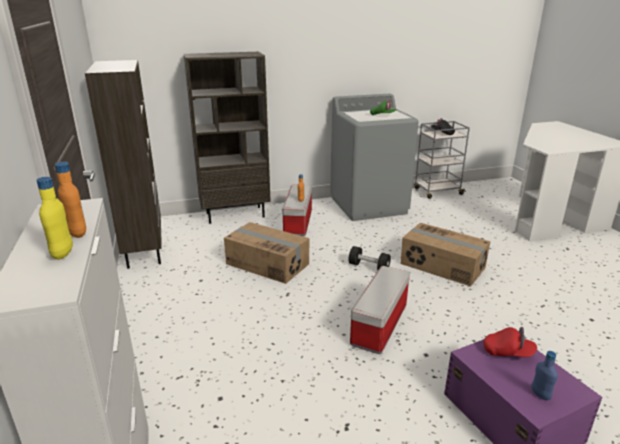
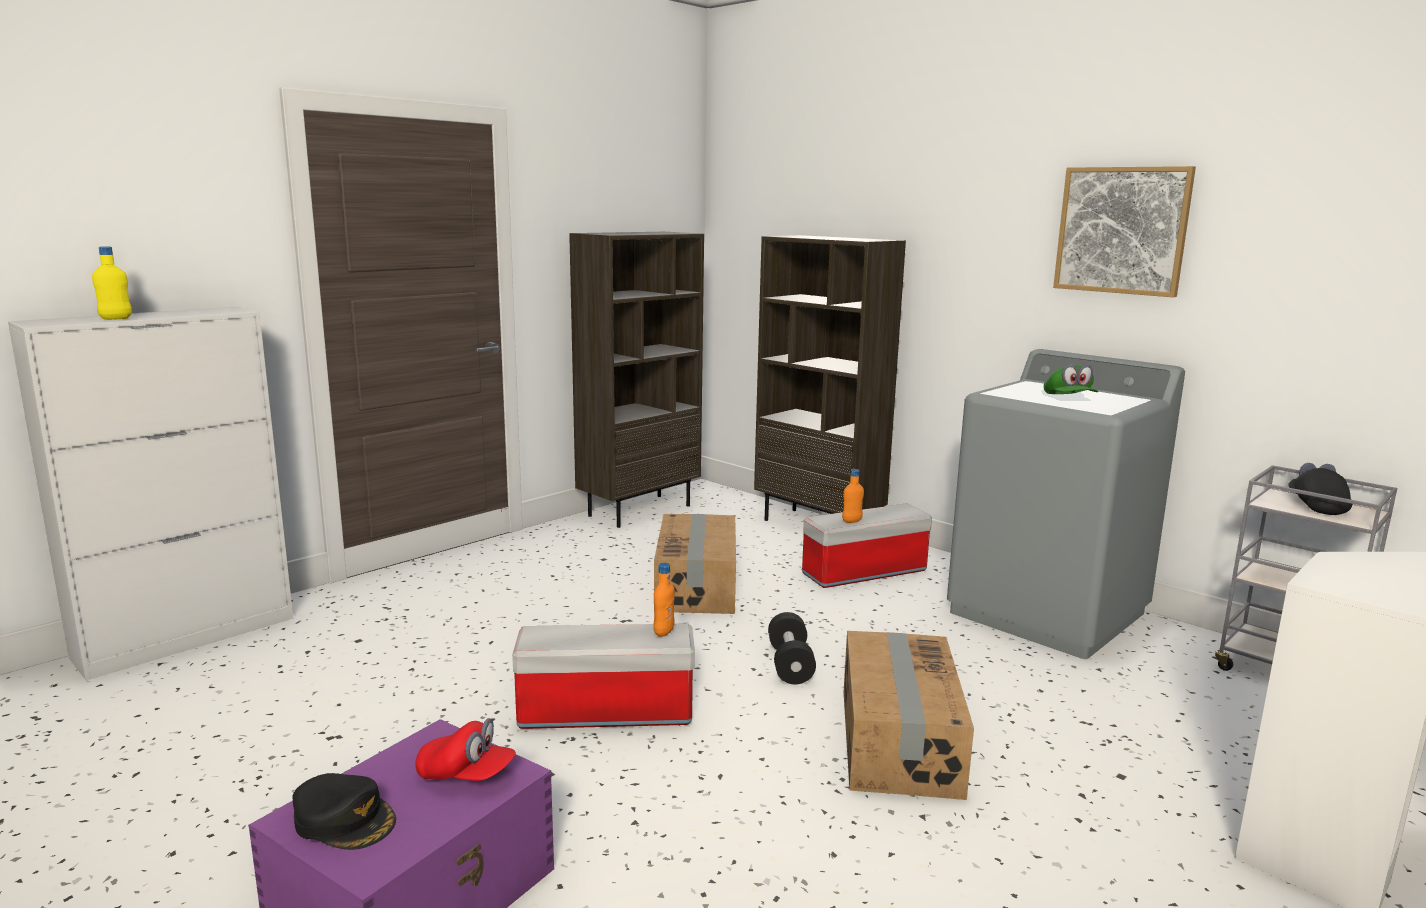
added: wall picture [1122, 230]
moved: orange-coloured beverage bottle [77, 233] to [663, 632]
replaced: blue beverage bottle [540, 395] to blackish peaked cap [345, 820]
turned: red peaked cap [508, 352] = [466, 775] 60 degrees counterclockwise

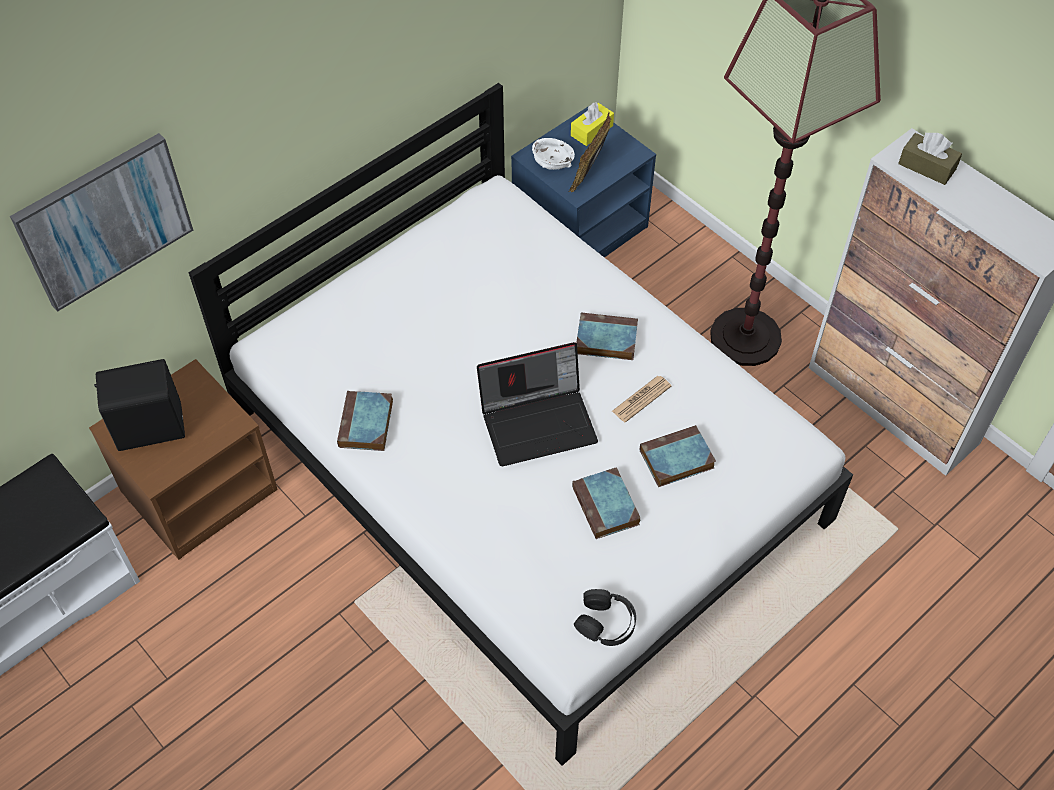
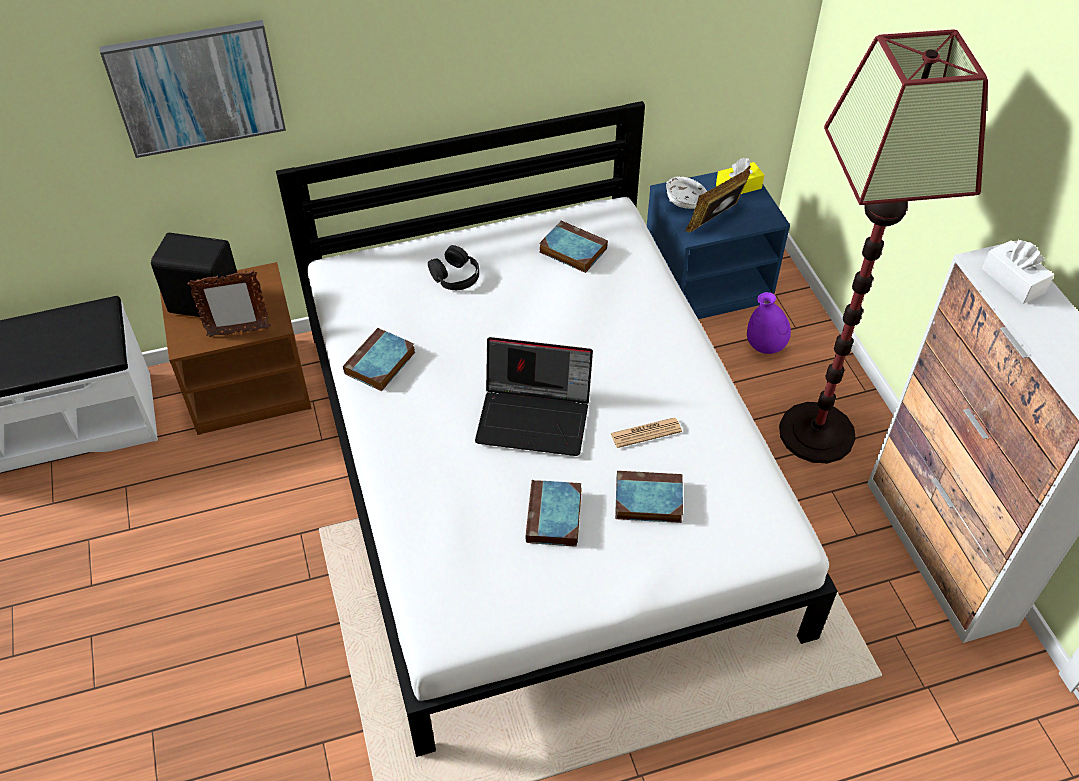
added: picture frame [238, 332]; purplish flower vase [765, 347]
moved: blackish headset [606, 622] to [455, 276]; book [605, 340] to [571, 250]
recoloured: brown tissue holder [927, 166] to whitish tissue holder [1013, 280]

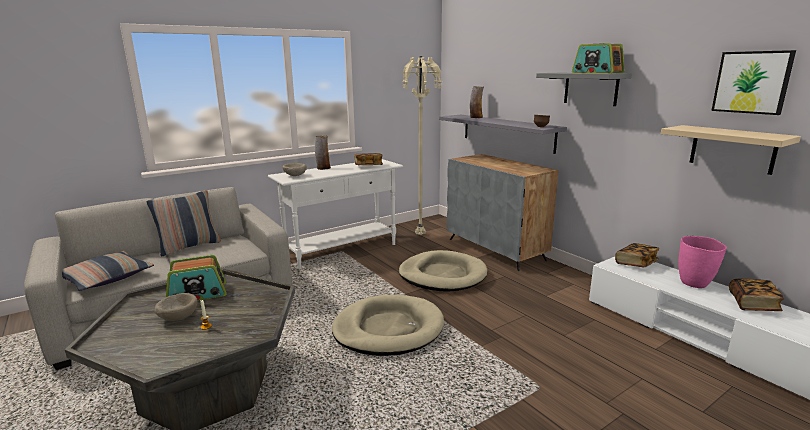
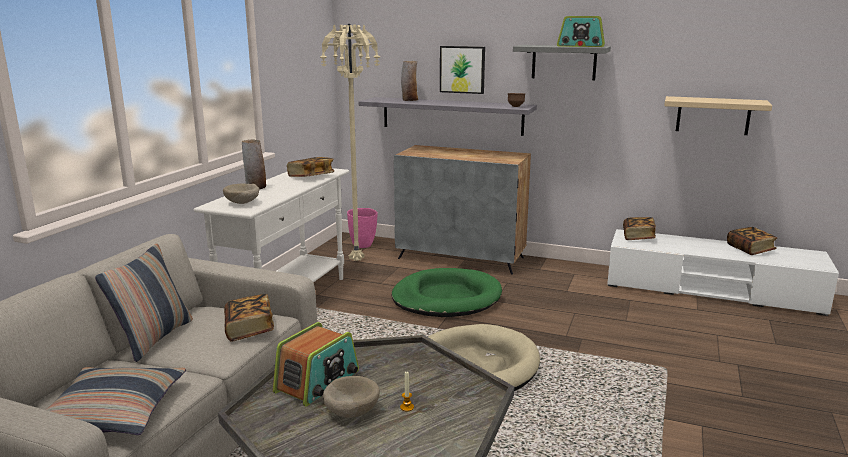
added: book [249, 329]
moved: pink-coloured flower vase [695, 283] to [363, 245]; wall picture [752, 82] to [462, 69]
recoloured: beige dog cushion [442, 275] to green-coloured dog cushion [446, 298]

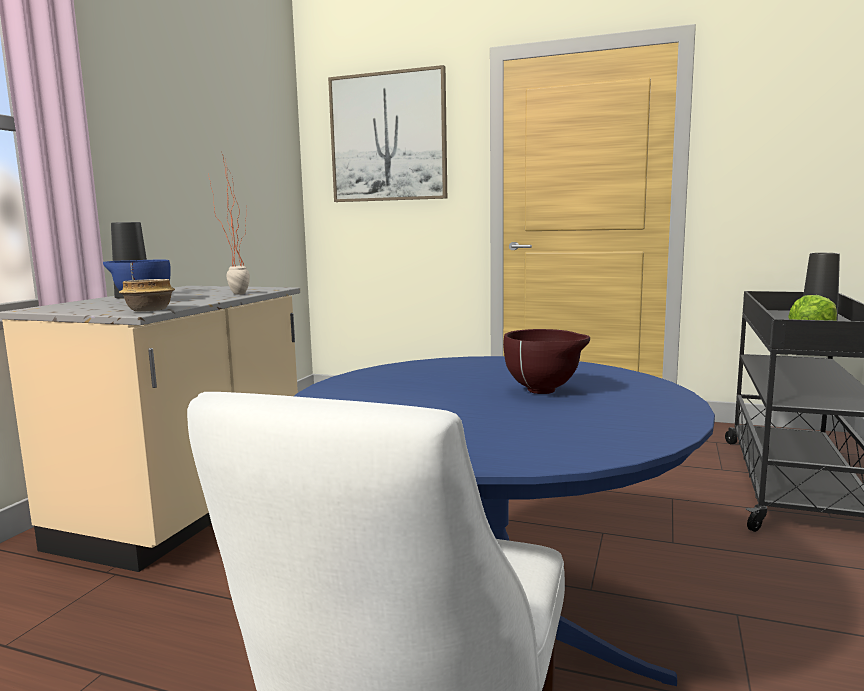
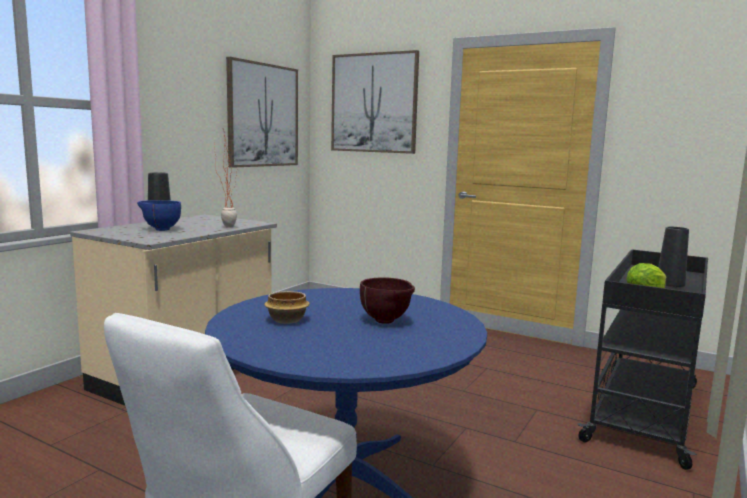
added: wall picture [263, 115]
moved: deep dish [148, 310] to [286, 320]

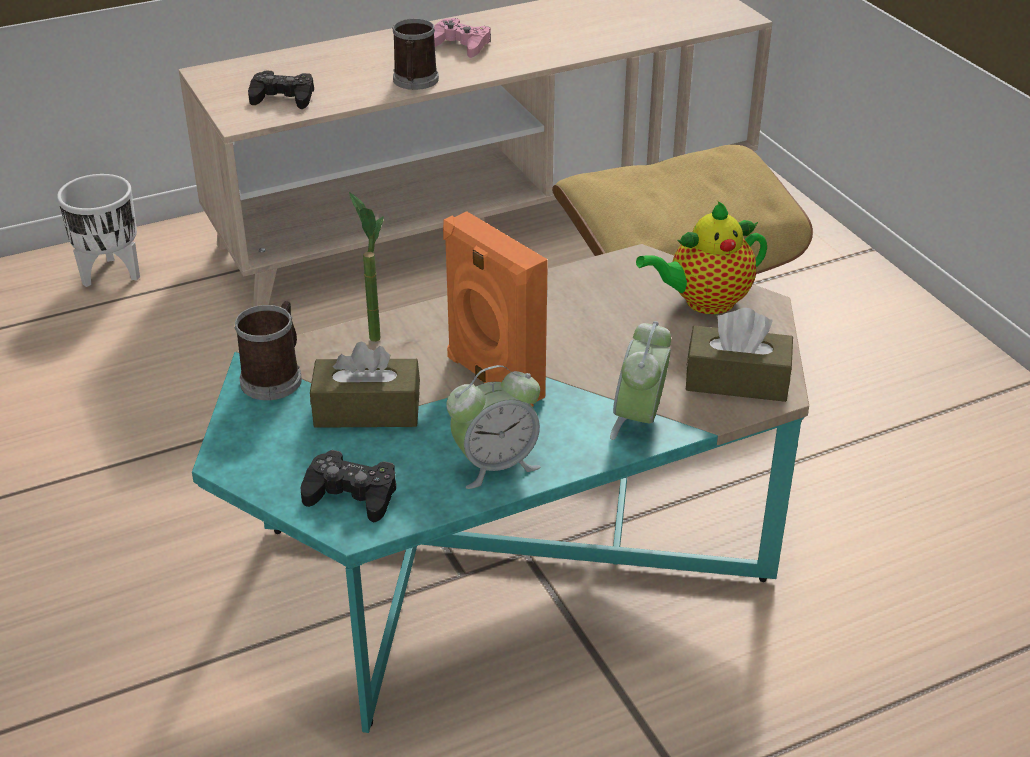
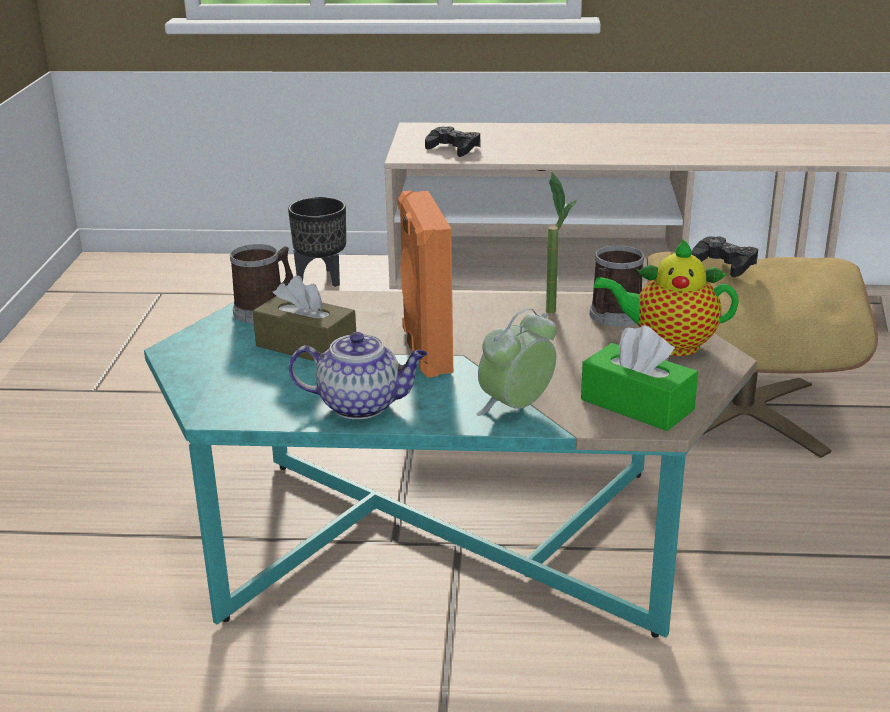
removed: pink-coloured gamepad [461, 45]
moved: blackish gamepad [351, 494] to [724, 264]; plant in a pot [372, 331] to [552, 306]; mug [415, 82] to [612, 317]
replaced: bedside clock [495, 465] to pot for tea [362, 405]
recoloured: whitish planter [109, 274] to blackish planter [321, 279]; brown tissue holder [737, 380] to green-coloured tissue holder [637, 405]

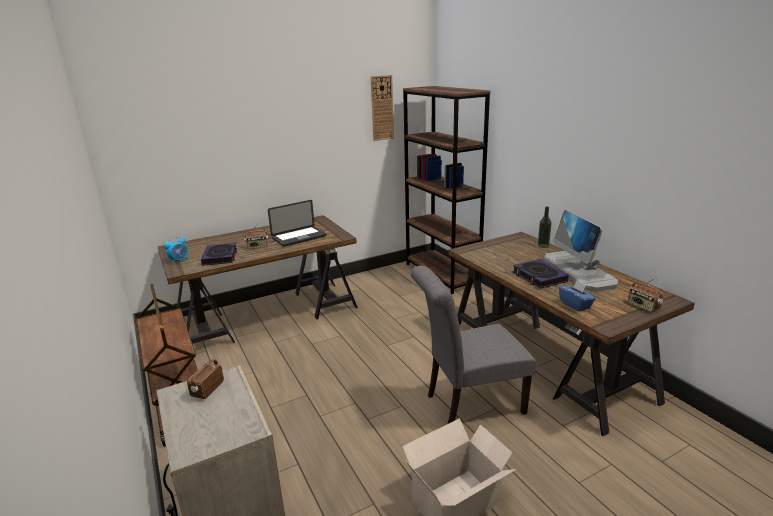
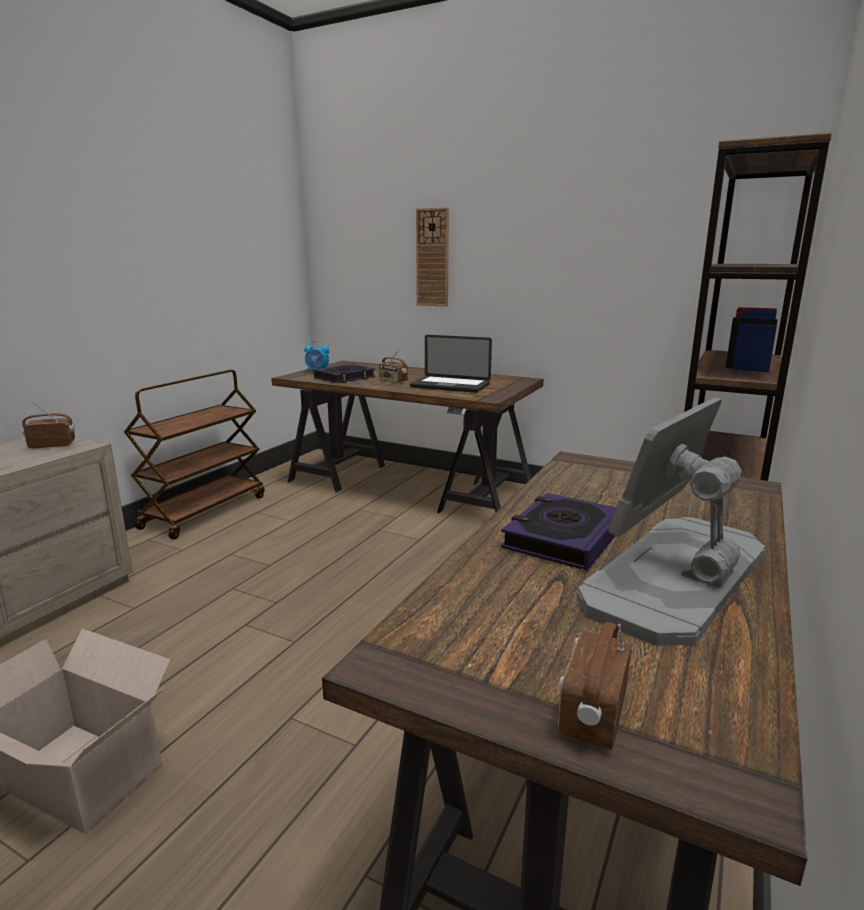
removed: greyish chair [469, 404]; beverage bottle [543, 246]; blue tissue holder [575, 305]
moved: hanging clock [382, 108] to [432, 258]

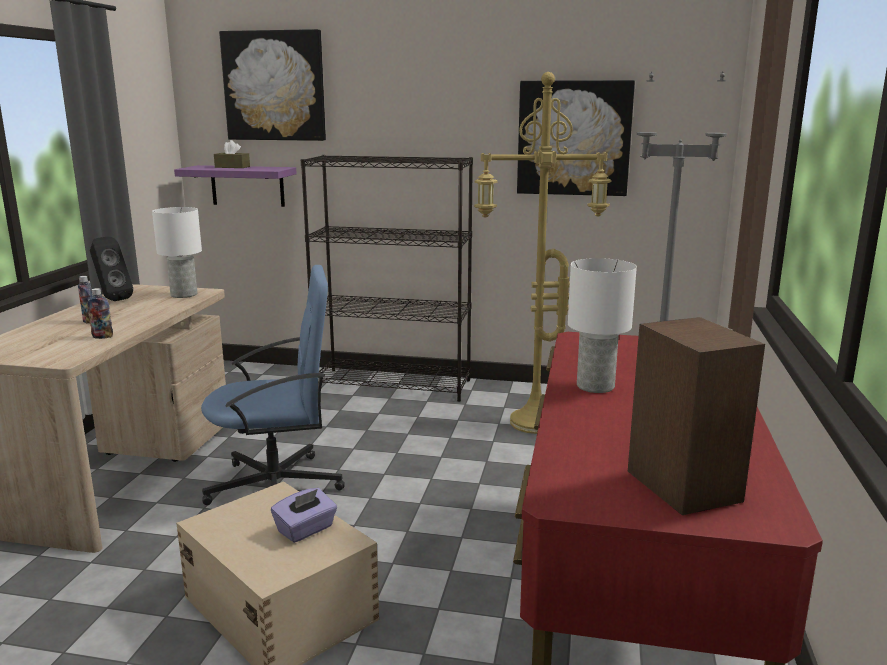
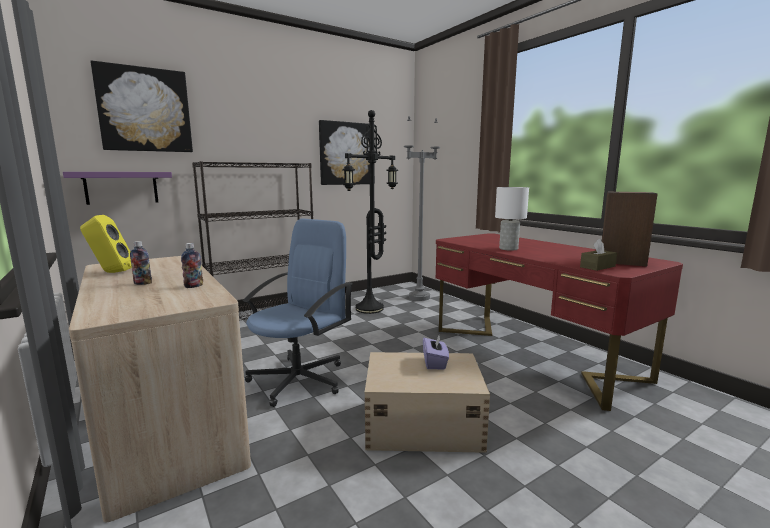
removed: whitish table lamp [183, 294]
moved: brown tissue holder [232, 167] to [597, 267]
recoloured: blackish audio speaker [112, 299] to yellowish audio speaker [110, 272]; yellowish floor lamp [533, 424] to blackish floor lamp [370, 309]

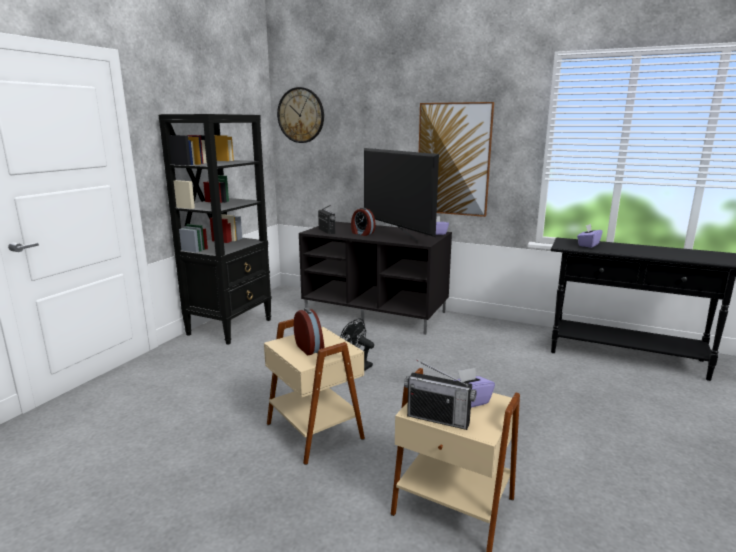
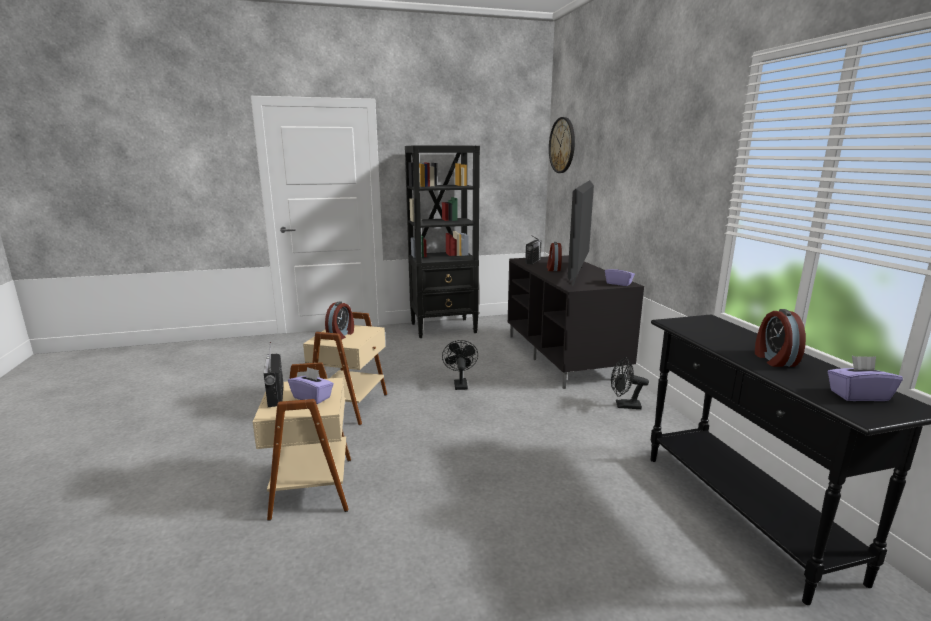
removed: wall picture [453, 159]
added: blackish cooling fan [624, 406]; bedside clock [774, 360]
moved: purplish tissue holder [588, 245] to [858, 395]

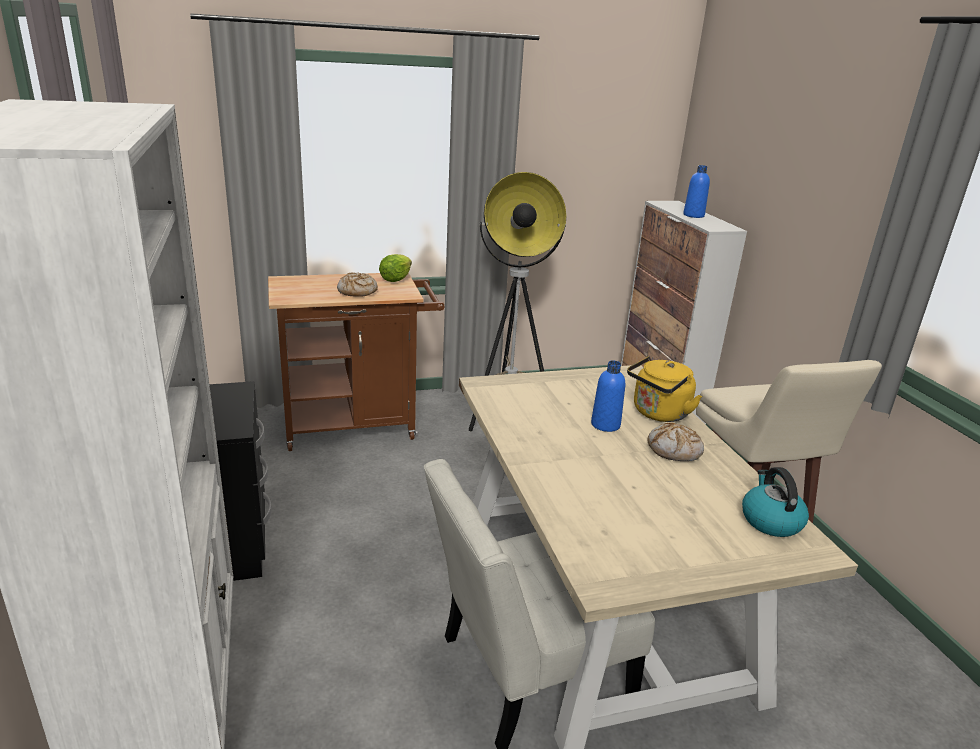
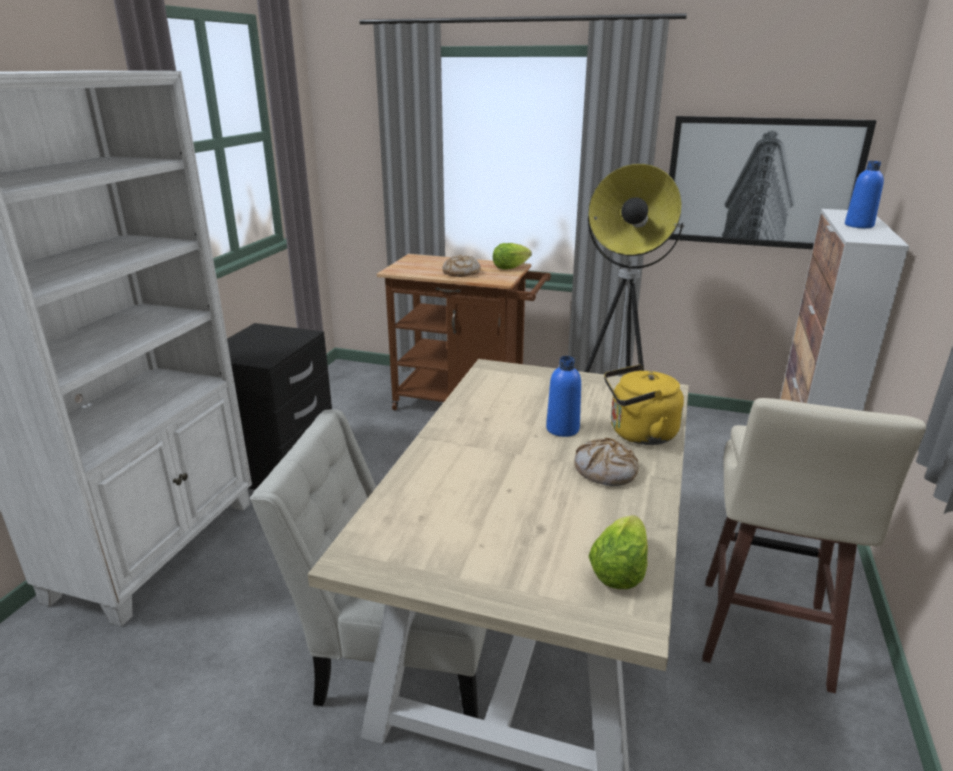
added: wall picture [760, 183]
replaced: tea kettle [770, 520] to lettuce [619, 571]

